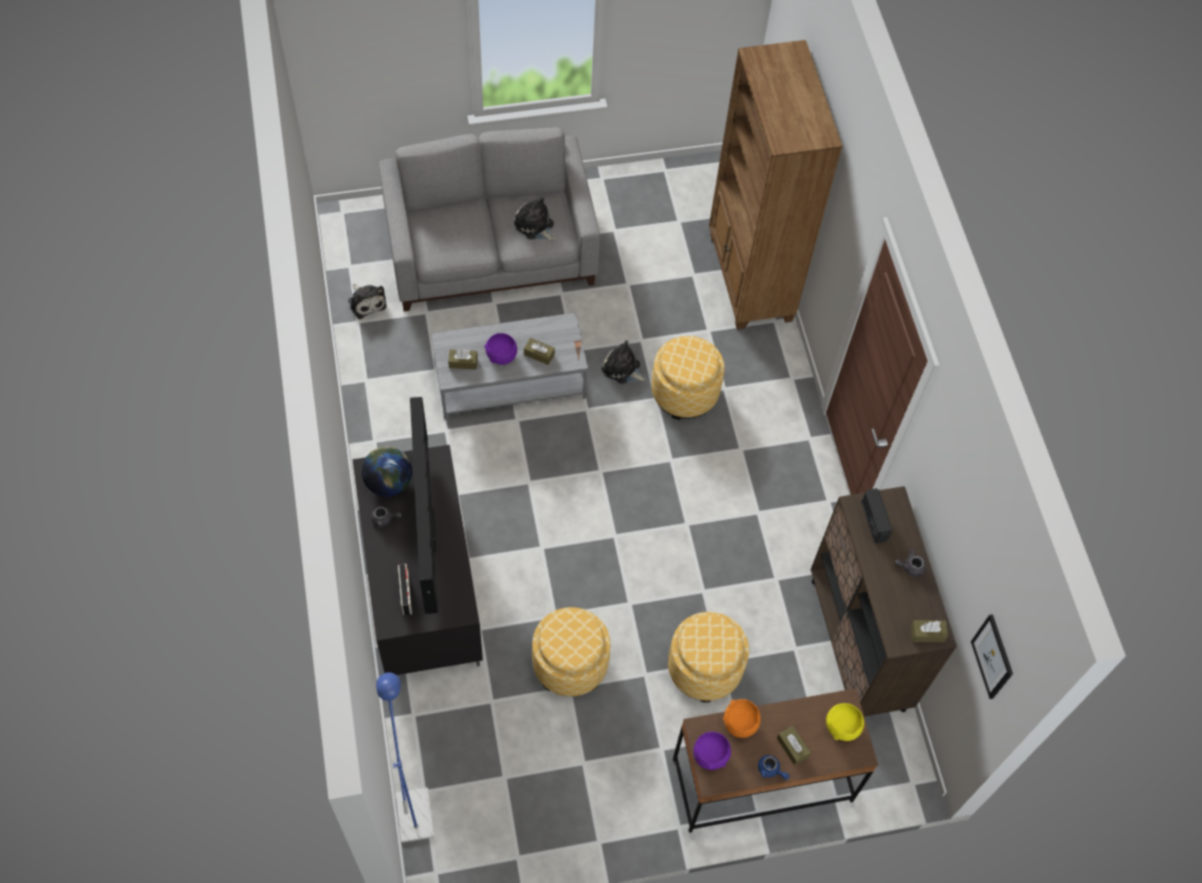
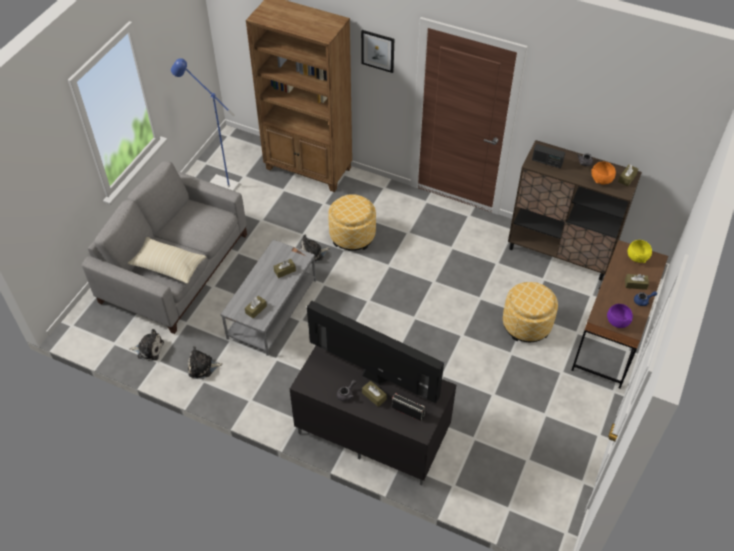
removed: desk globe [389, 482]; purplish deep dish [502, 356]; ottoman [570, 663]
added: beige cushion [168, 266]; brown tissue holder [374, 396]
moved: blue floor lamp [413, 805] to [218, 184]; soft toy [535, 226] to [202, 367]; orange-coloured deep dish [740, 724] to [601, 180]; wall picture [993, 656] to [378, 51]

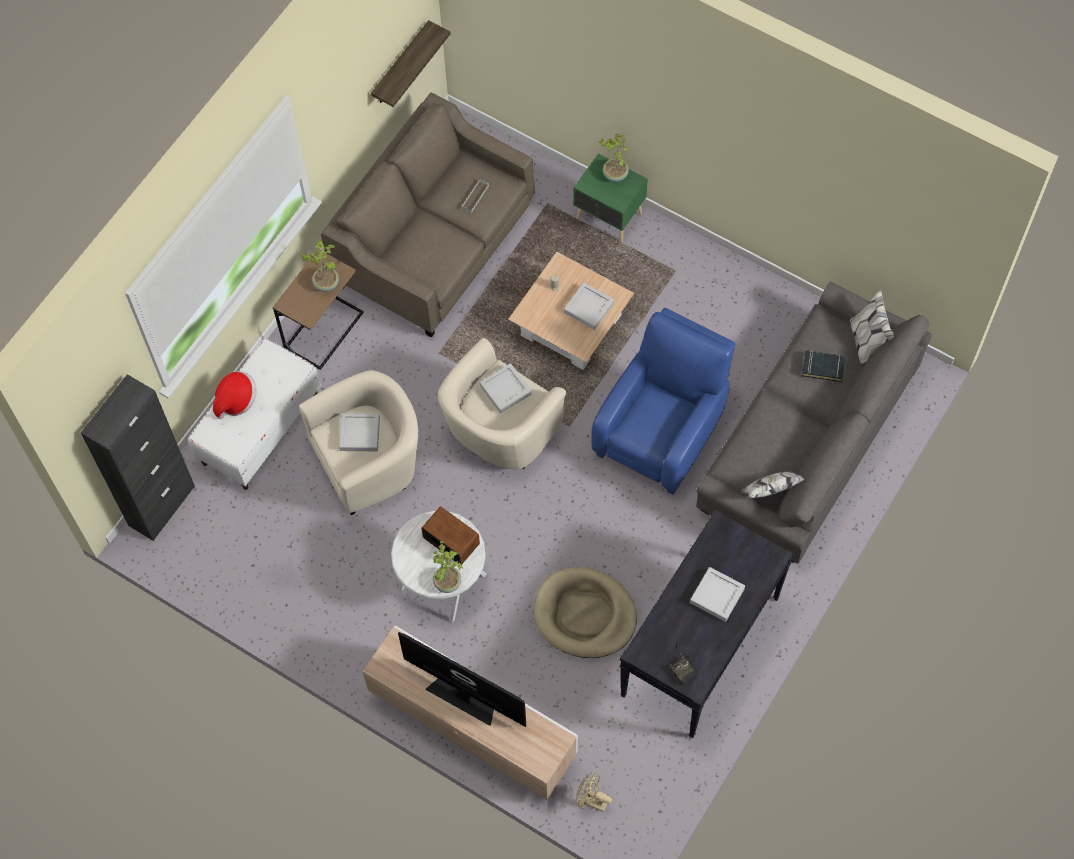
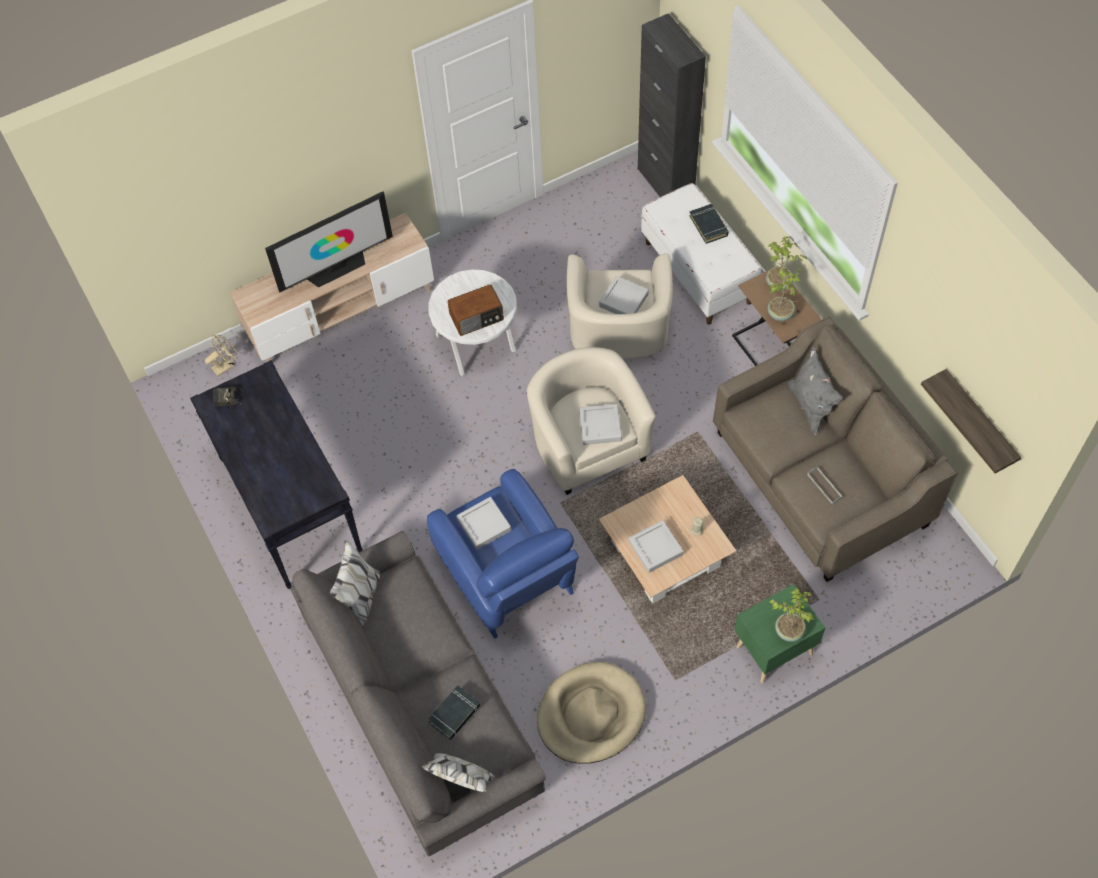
added: greyish cushion [810, 406]
moved: plant in a pot [448, 582] to [778, 284]; beige dog cushion [584, 615] to [591, 714]; greyish tray [717, 596] to [484, 525]
replaced: clothing hat [236, 400] to blackish book [709, 225]

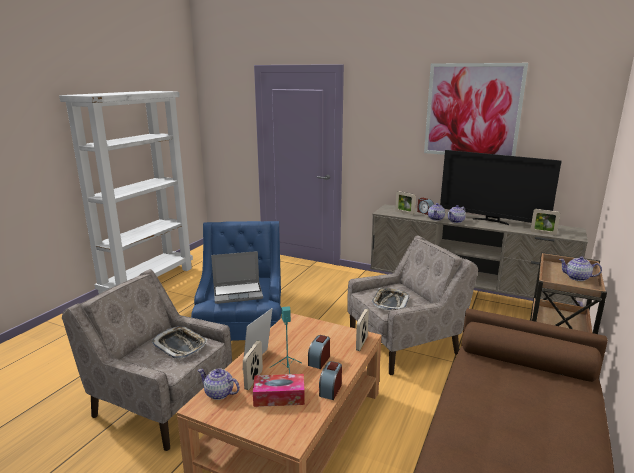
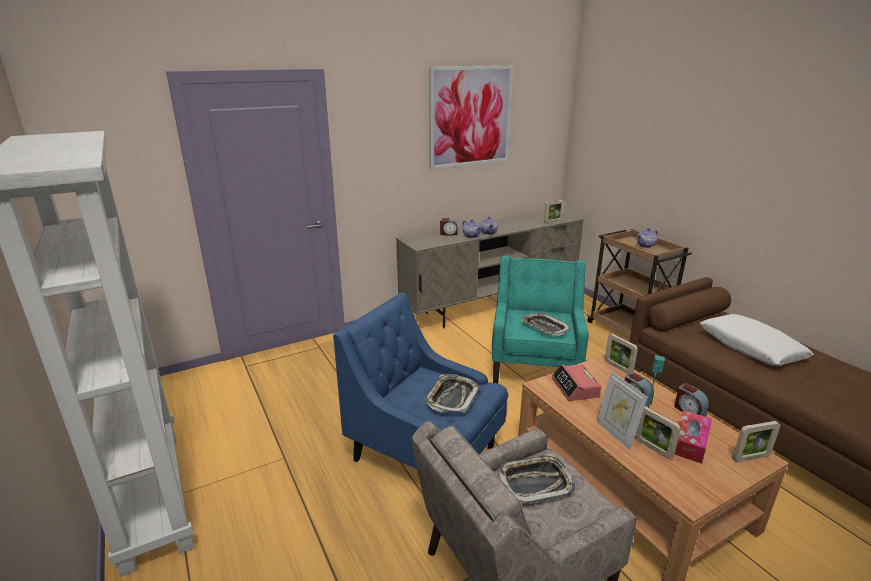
removed: pot for tea [219, 393]; television [491, 221]
added: bedside clock [575, 388]; whitish cushion [750, 348]
moved: picture frame [404, 213] to [751, 458]
replaced: portable computer [238, 293] to tray [452, 397]
recoloured: beige armchair [404, 344] to turquoise-coloured armchair [535, 364]

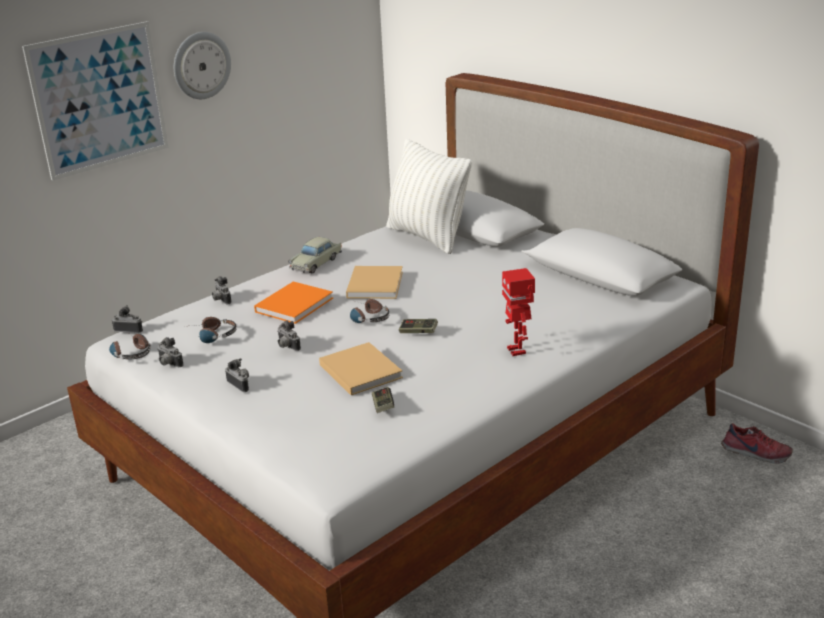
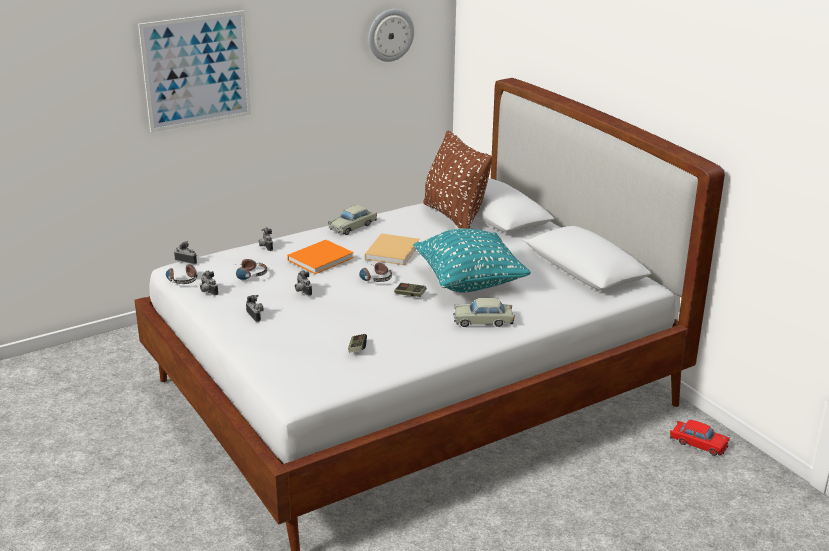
removed: beige book [359, 370]
added: turquoise-coloured cushion [469, 282]
moved: hanging clock [201, 65] to [390, 35]
replaced: toy robot [517, 350] to beige model car [483, 321]; low shoe [755, 454] to red model car [698, 443]
recoloured: whitish cushion [427, 237] to brown cushion [454, 216]

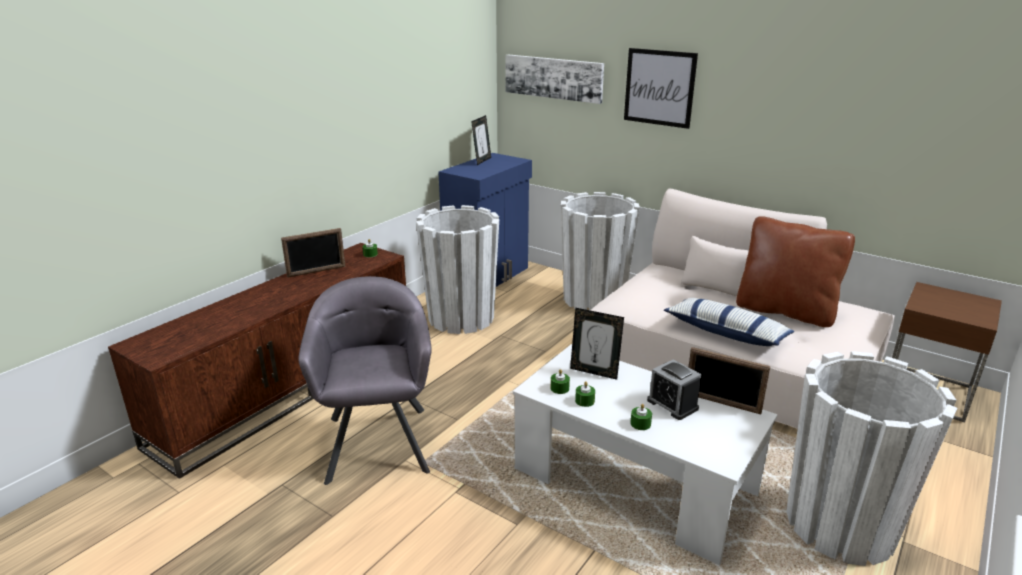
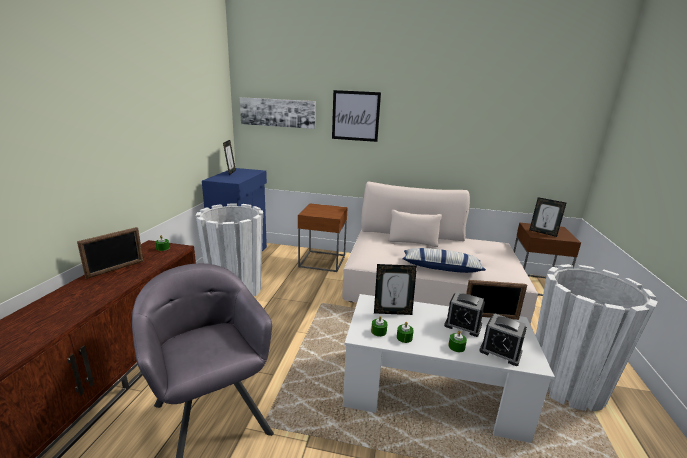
removed: brown cushion [785, 311]
added: bedside clock [500, 352]; picture frame [543, 233]
replaced: whitish planter [594, 299] to brown accent table [322, 261]

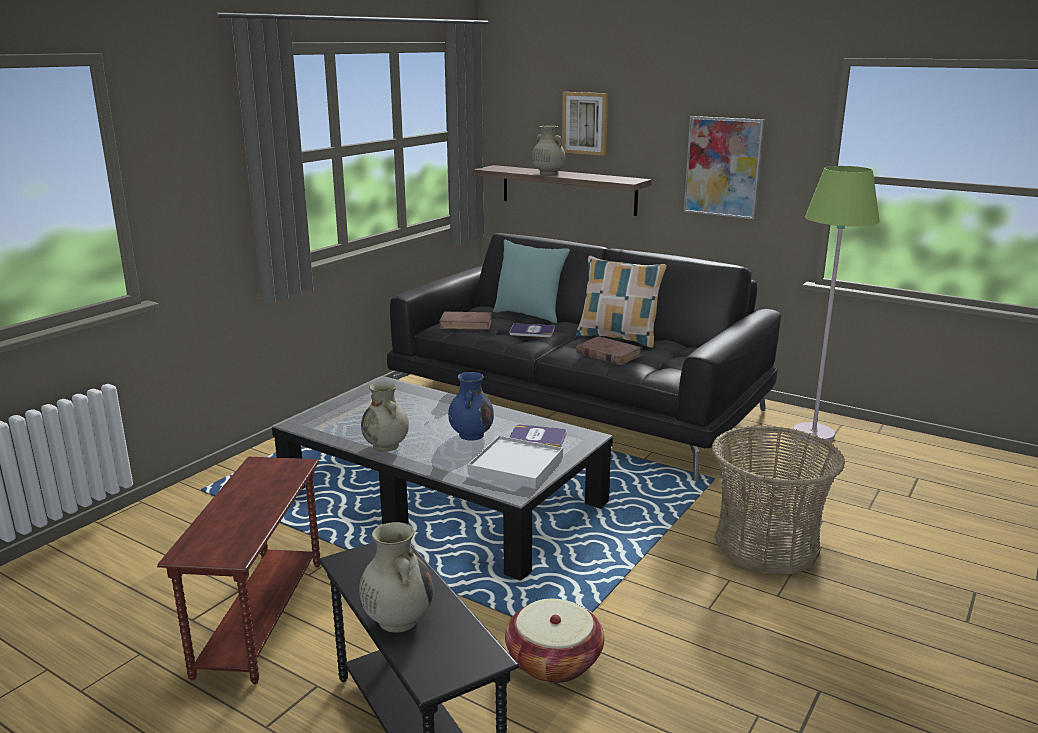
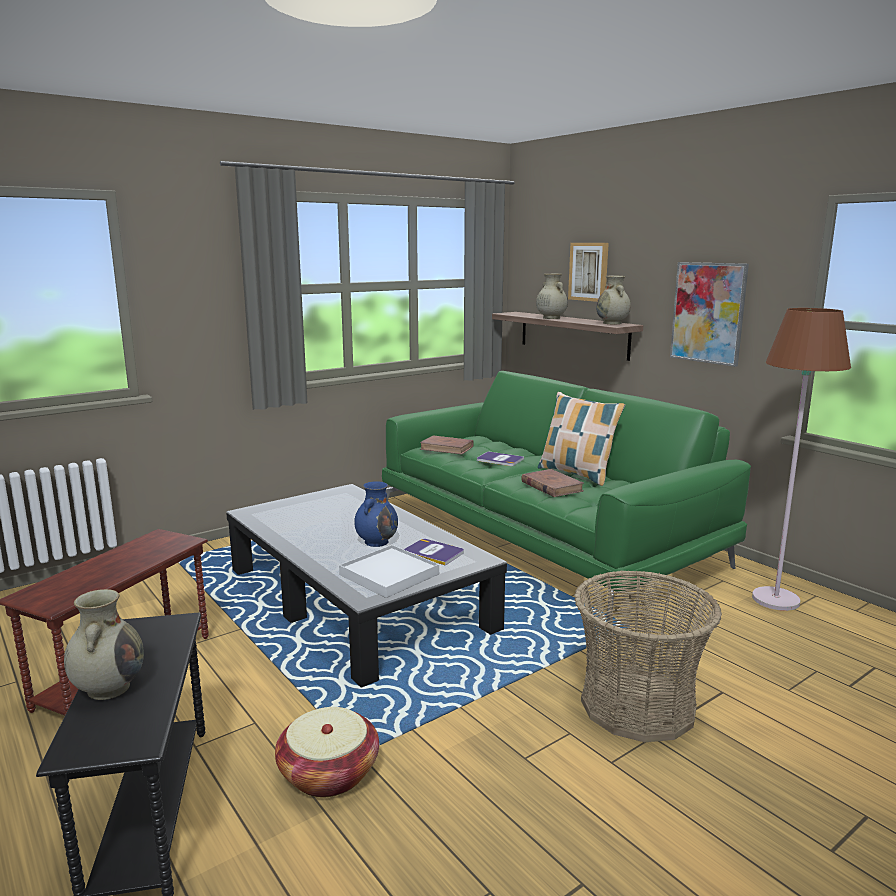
removed: turquoise-coloured cushion [529, 315]
moved: beige flower vase [386, 446] to [612, 323]
recoloured: blackish settee [577, 405] to green-coloured settee [543, 537]; green-coloured floor lamp [813, 434] to brown floor lamp [776, 600]

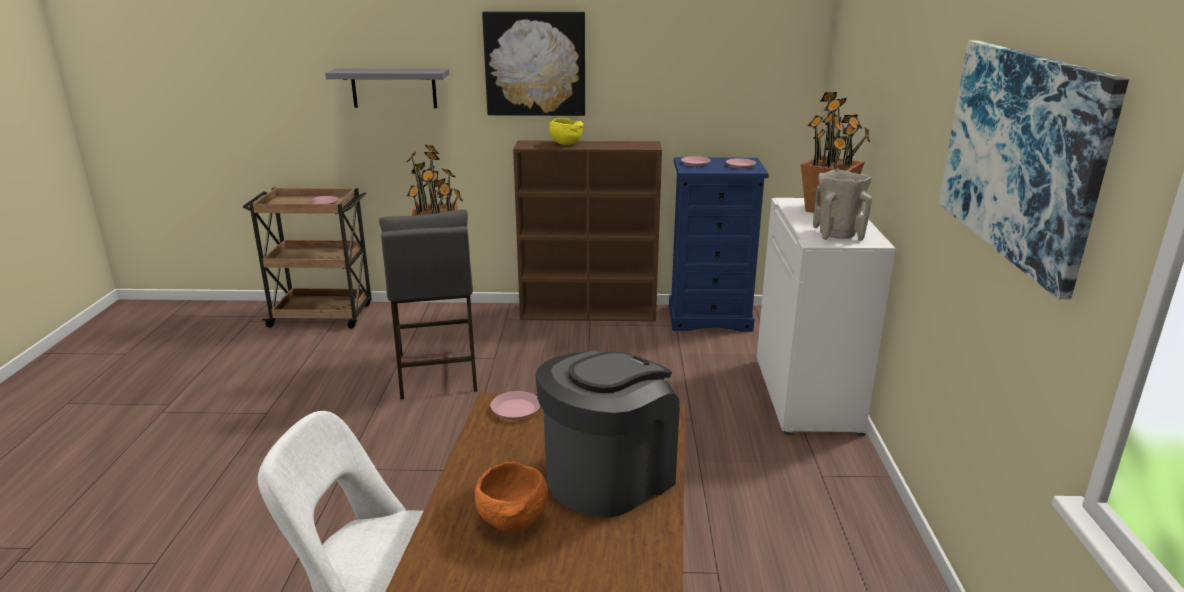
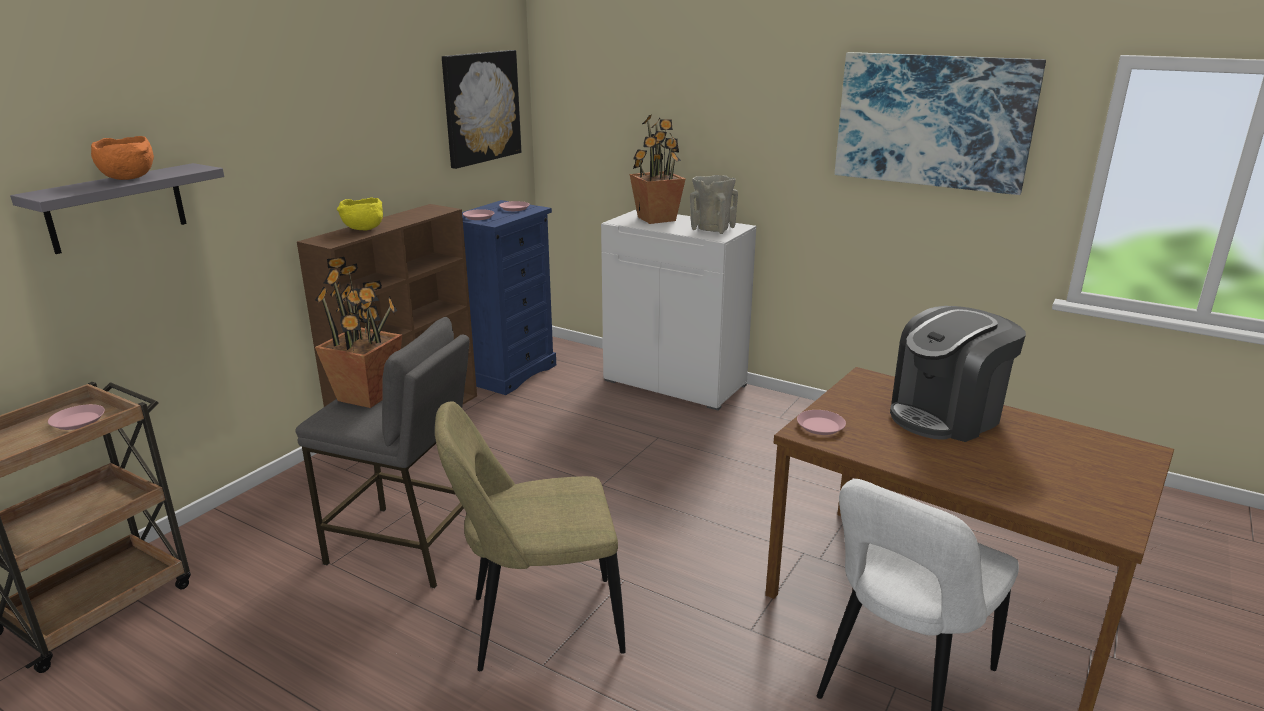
added: beige chair [538, 625]
moved: orange-coloured deep dish [513, 523] to [130, 179]; wall picture [535, 64] to [481, 107]
turned: coffee brewer [609, 475] = [946, 415] 105 degrees counterclockwise

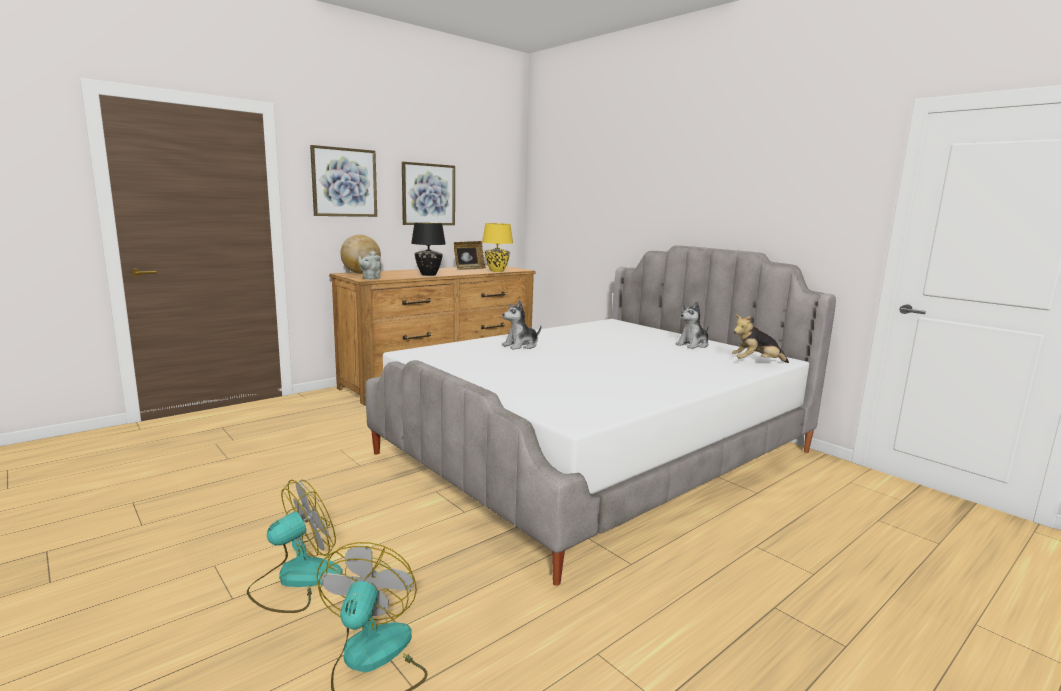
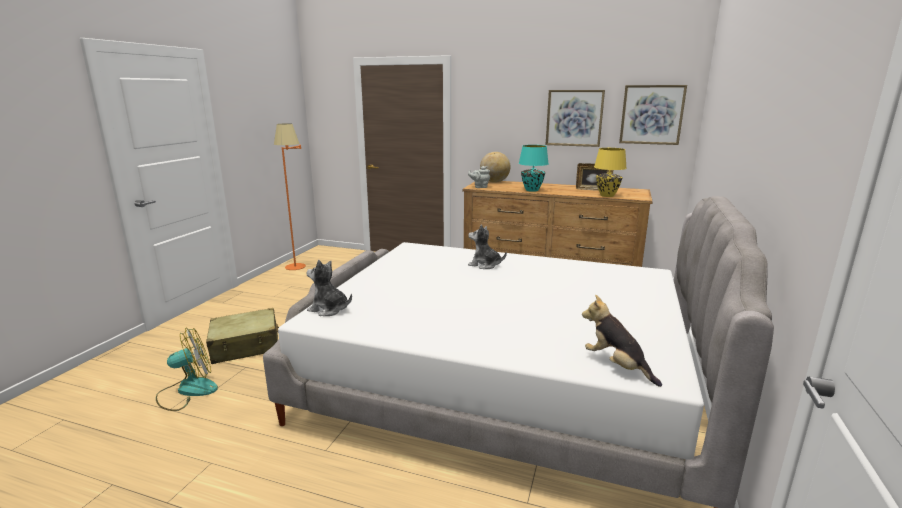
added: orange-coloured floor lamp [298, 269]
moved: wall picture [344, 182] to [651, 115]; soft toy [693, 345] to [329, 309]
replaced: cooling fan [295, 580] to beige piece of luggage [246, 346]
recoloured: blackish table lamp [428, 275] to turquoise-coloured table lamp [531, 190]

